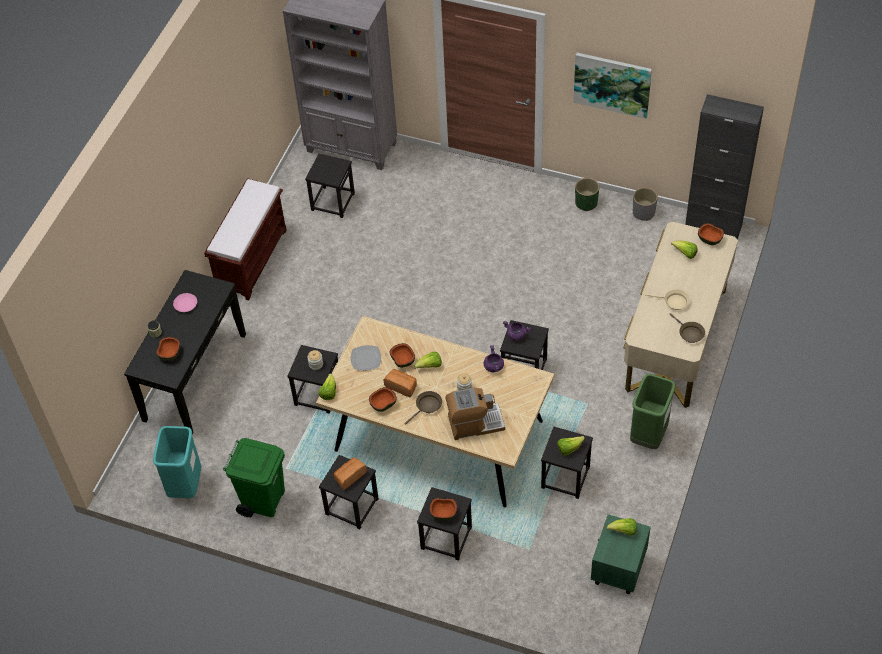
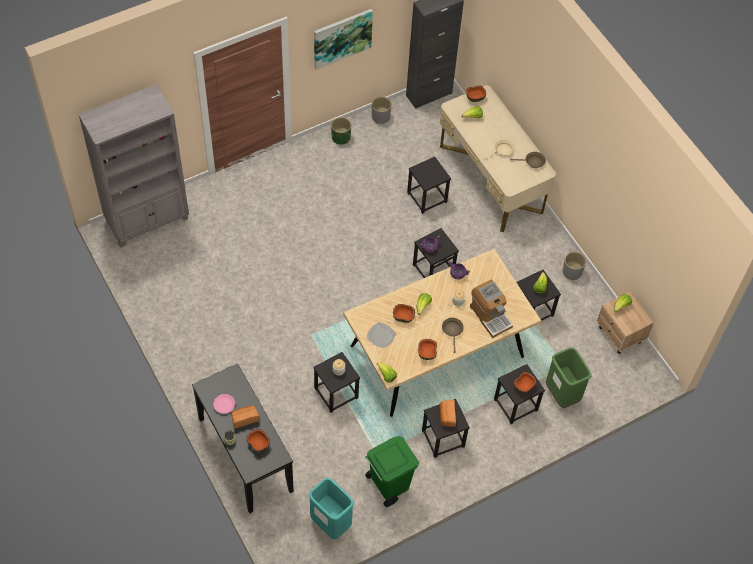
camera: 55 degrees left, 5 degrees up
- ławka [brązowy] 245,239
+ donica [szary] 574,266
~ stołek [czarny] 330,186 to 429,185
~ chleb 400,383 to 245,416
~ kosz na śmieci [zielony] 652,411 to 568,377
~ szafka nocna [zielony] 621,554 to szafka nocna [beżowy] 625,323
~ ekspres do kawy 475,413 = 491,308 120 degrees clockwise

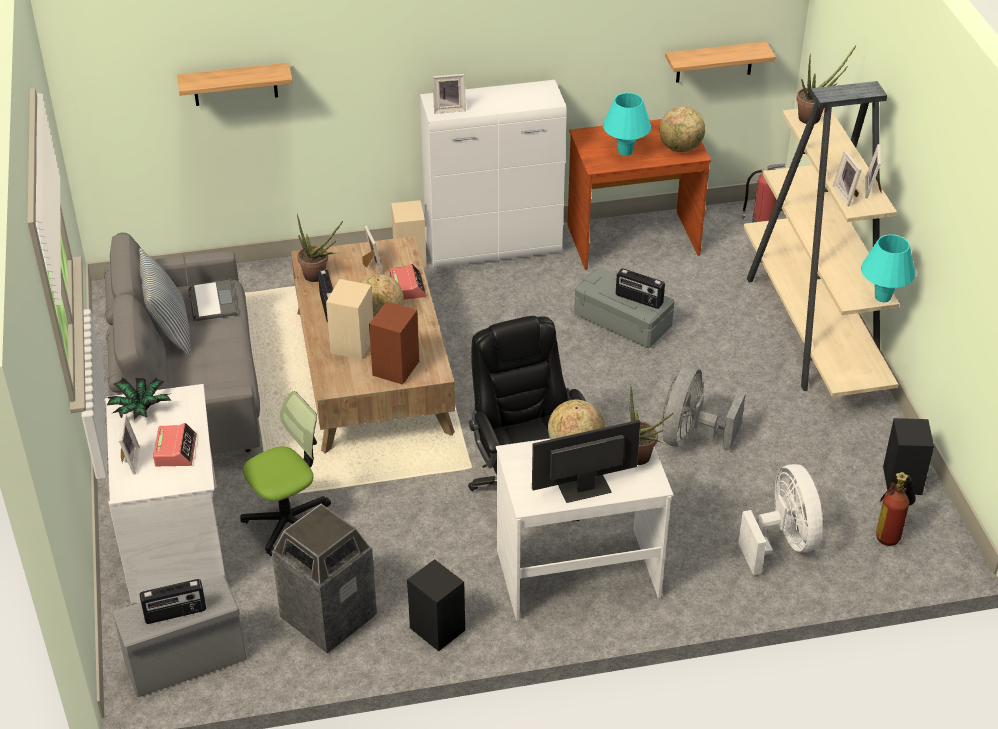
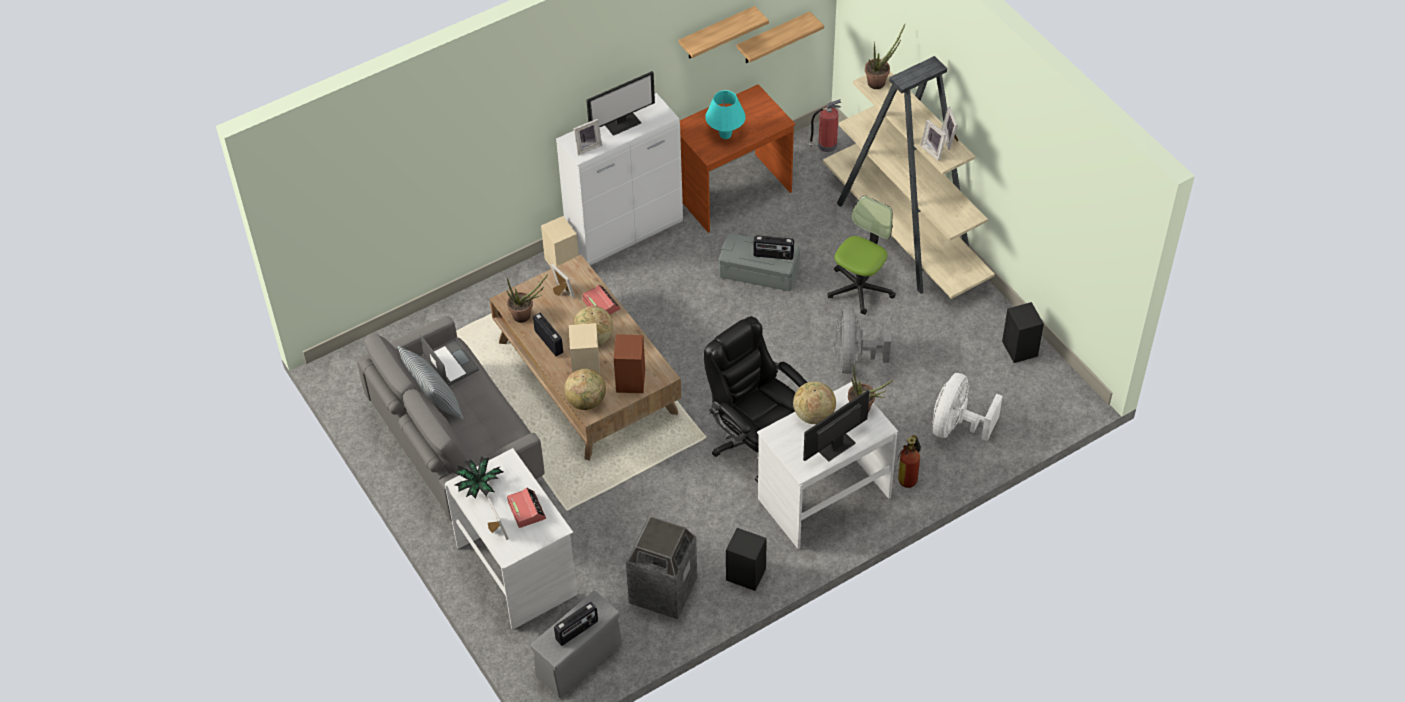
camera: 20 degrees left, 10 degrees up
- lampa stołowa [turkusowy] 888,268
+ monitor 621,103
~ półka 235,84 to 723,32
~ krzesło biurowe 285,473 to 861,255
~ globus 682,129 to 585,389
~ gaśnica 896,509 to 909,461
~ wentylator [biały] 780,519 = 968,407 120 degrees counterclockwise

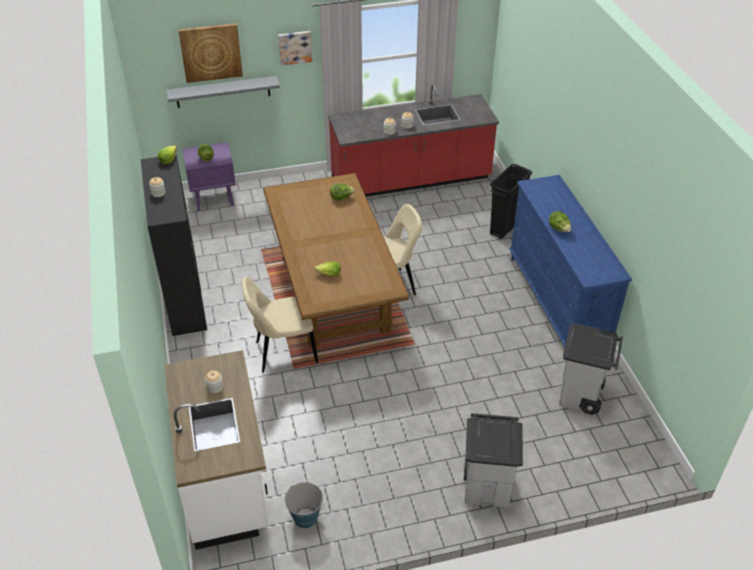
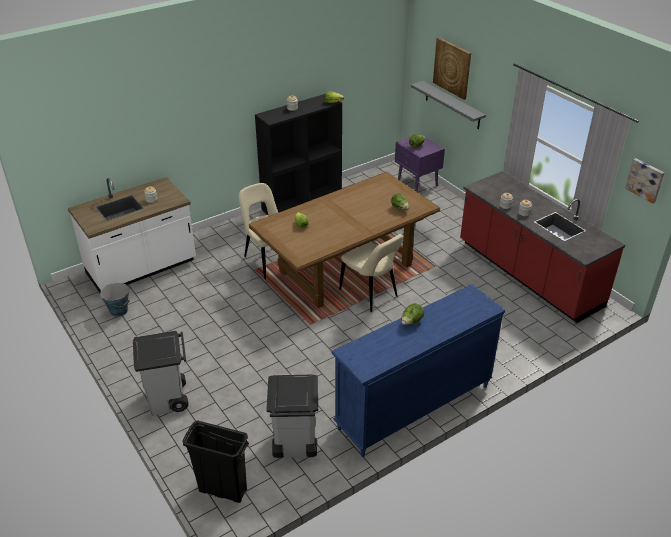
camera: 70 degrees right, 5 degrees down
~ obraz 295,48 to 644,180
~ kosz na śmieci [czarny] 511,201 to 215,461

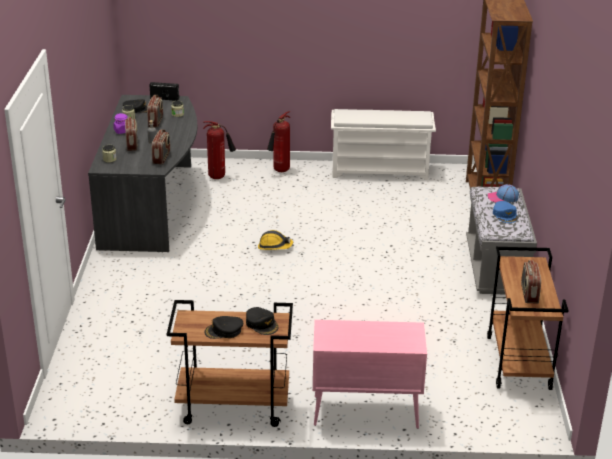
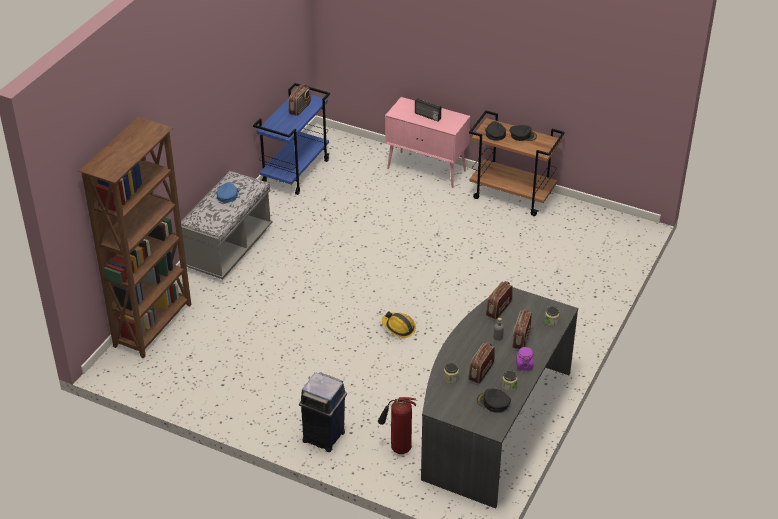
camera: 155 degrees left, 10 degrees up
- regał na buty [biały] 383,144
- czapka z daszkiem 503,193
~ radio 164,91 to 428,110
~ gaśnica 278,141 to kosz na śmieci [niebieski] 323,412
~ wózek [brązowy] 528,318 to wózek [niebieski] 291,139

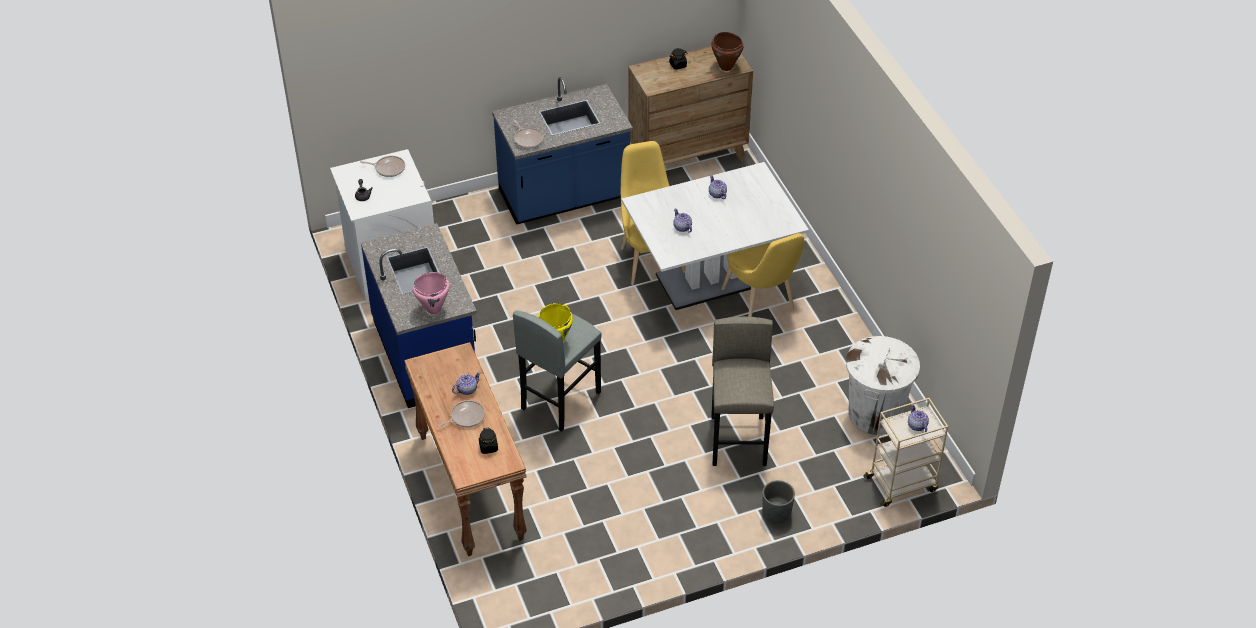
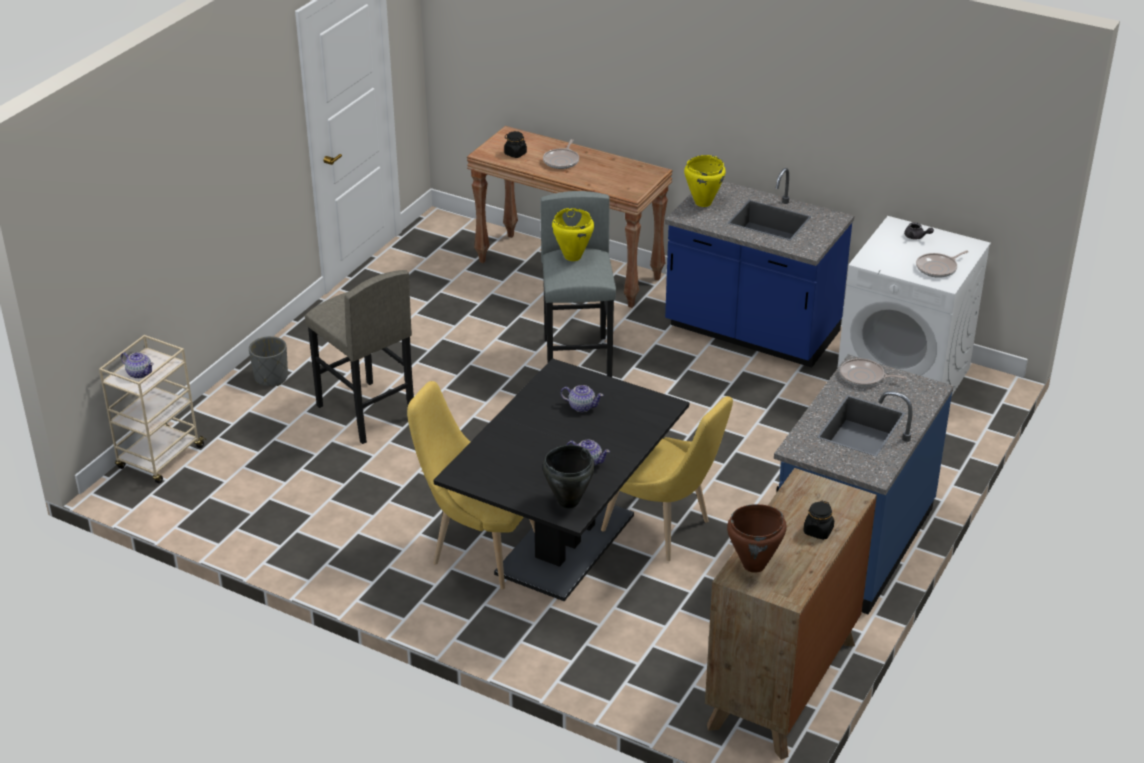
camera: 140 degrees right, 10 degrees down
- imbryk 466,383
- kosz na śmieci [biały] 883,385
+ garnek [czarny] 568,476
~ garnek [różowy] 431,293 to garnek [żółty] 705,181
~ stół jadalny [biały] 715,236 to stół jadalny [czarny] 561,479

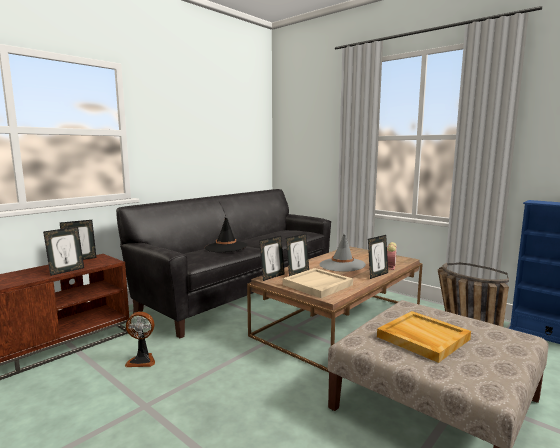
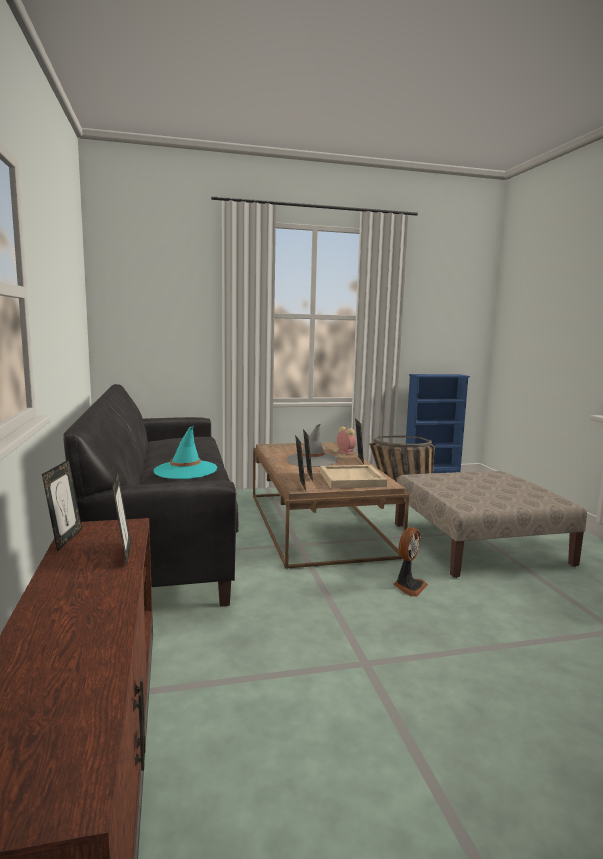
camera: 55 degrees left, 0 degrees up
- taca [beżowy] 424,337
~ wentylator 140,339 to 410,561
~ kapelusz [czarny] 226,235 to kapelusz [turkusowy] 185,452

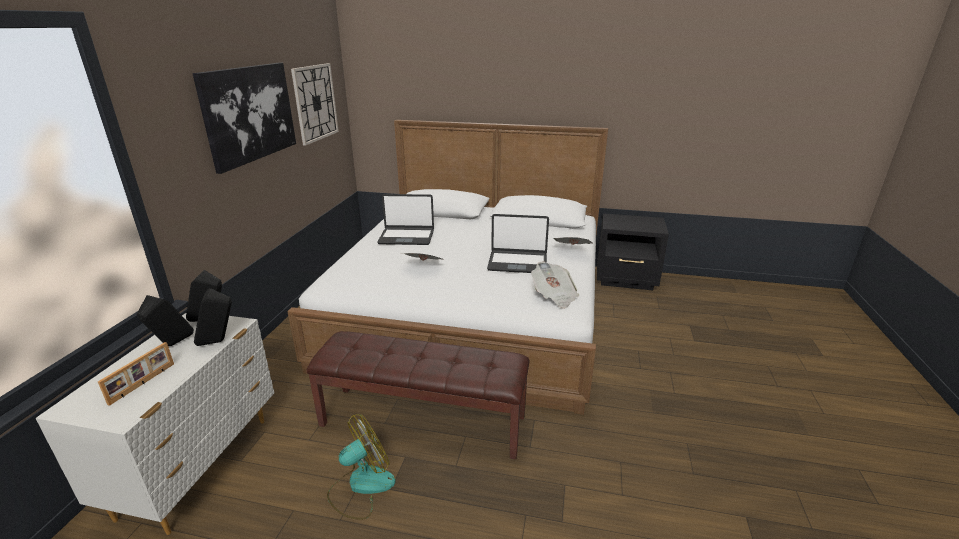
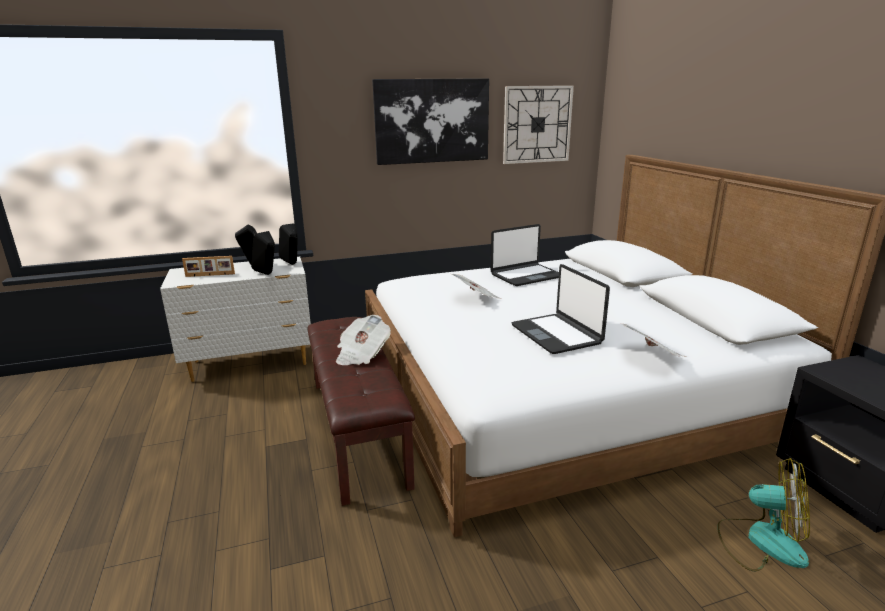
camera: 60 degrees right, 5 degrees down
~ wentylator 361,467 to 763,514
~ gazeta 555,285 to 363,340
~ laptop 405,219 = 525,255 90 degrees counterclockwise

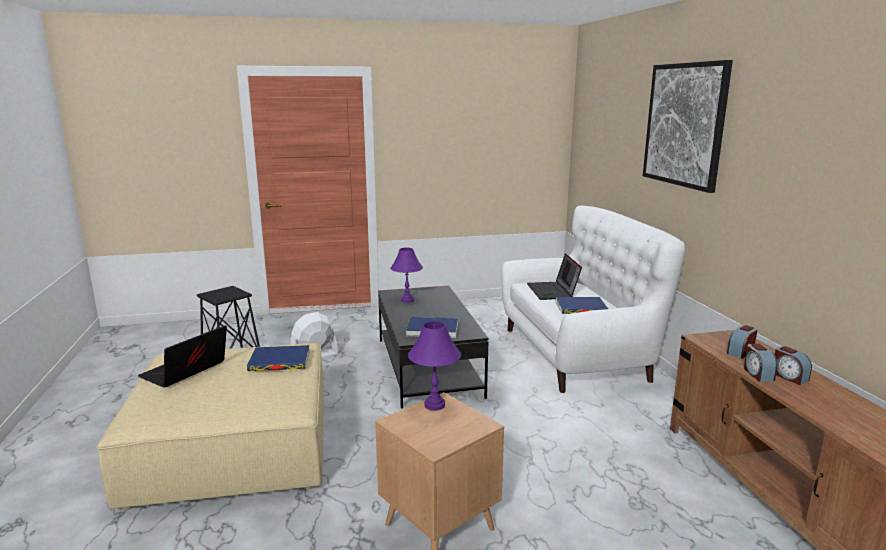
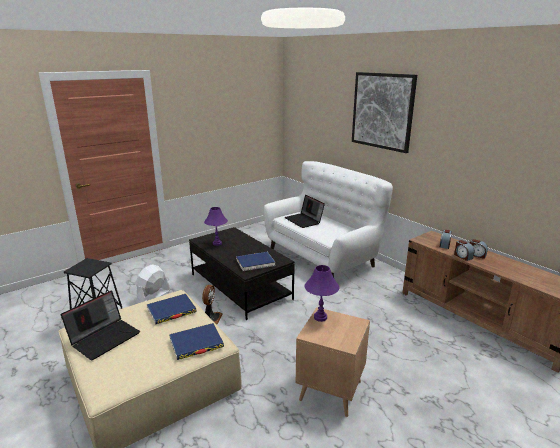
camera: 25 degrees left, 5 degrees up
+ wentylator 212,305
~ książka [niebieski] 582,305 to 196,341
~ laptop 182,356 = 100,325 150 degrees counterclockwise

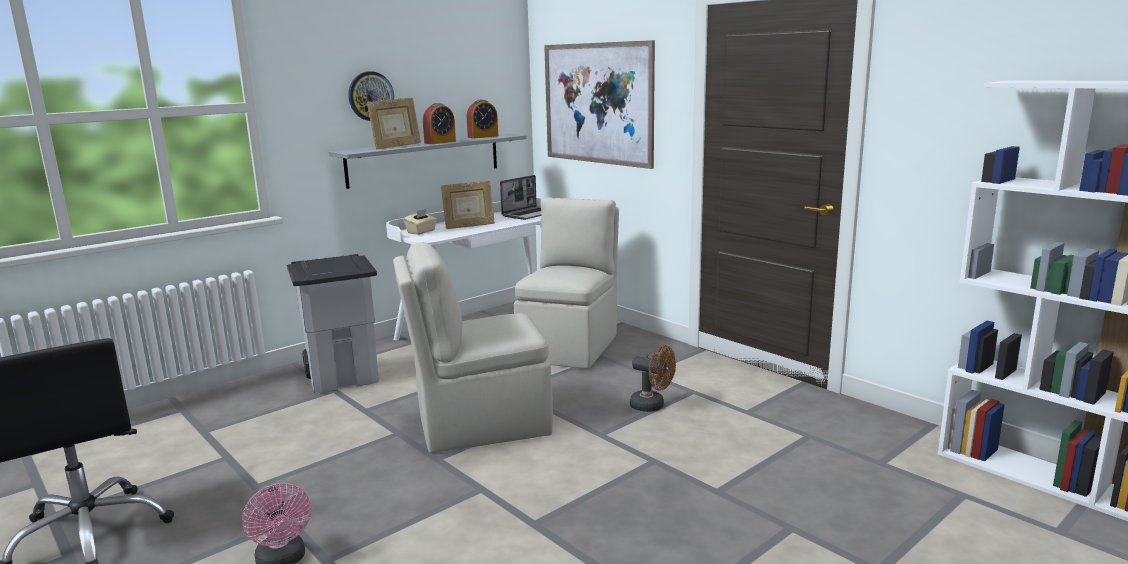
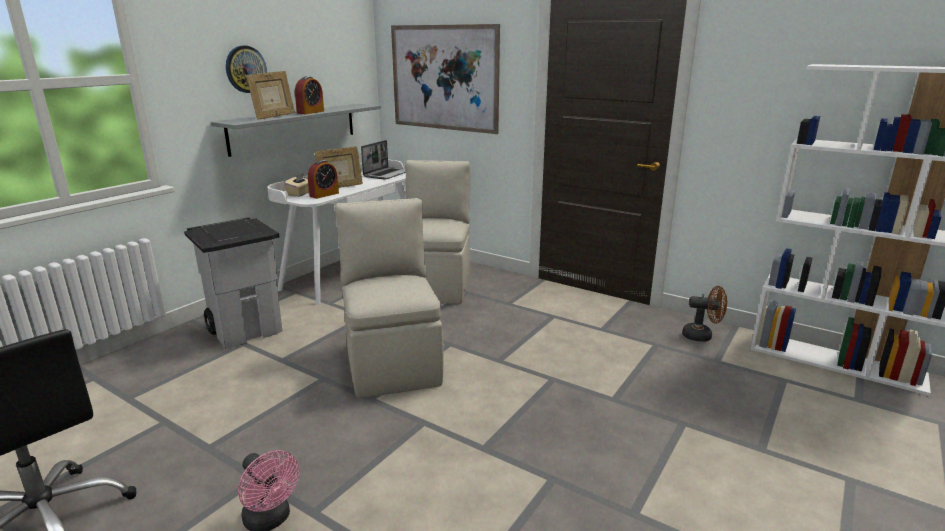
camera: 15 degrees left, 5 degrees up
~ budzik 482,119 to 323,179
~ wentylator [brązowy] 653,378 to 704,314
~ krzesło [beżowy] 473,347 = 389,298 105 degrees clockwise

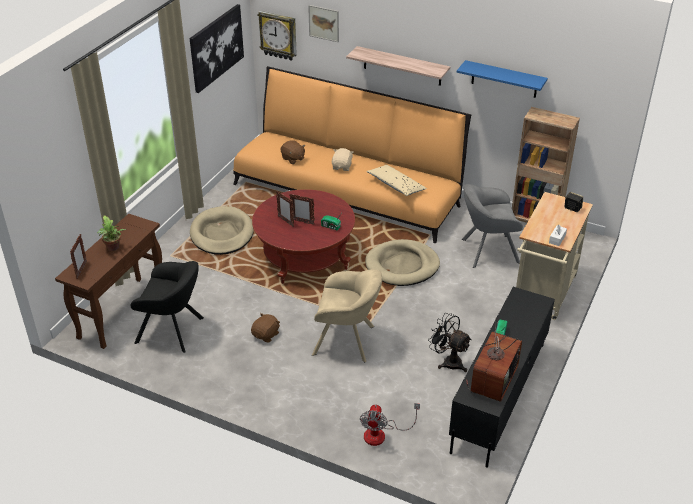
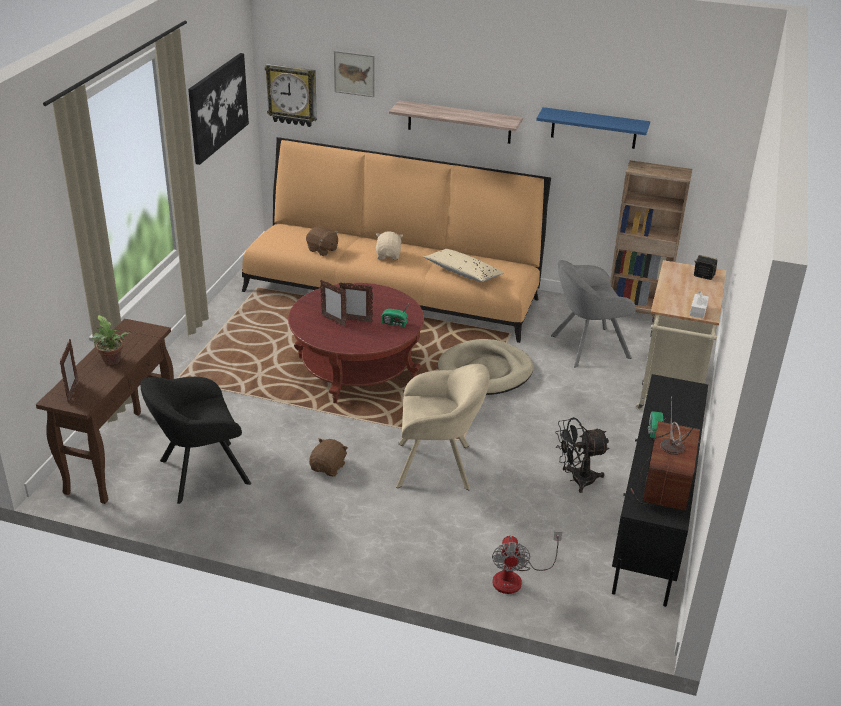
camera: 10 degrees left, 5 degrees down
- legowisko [beżowy] 222,230
~ fotel [czarny] 167,307 = 195,440 150 degrees clockwise
~ wentylator [czarny] 450,342 = 582,455 45 degrees counterclockwise

